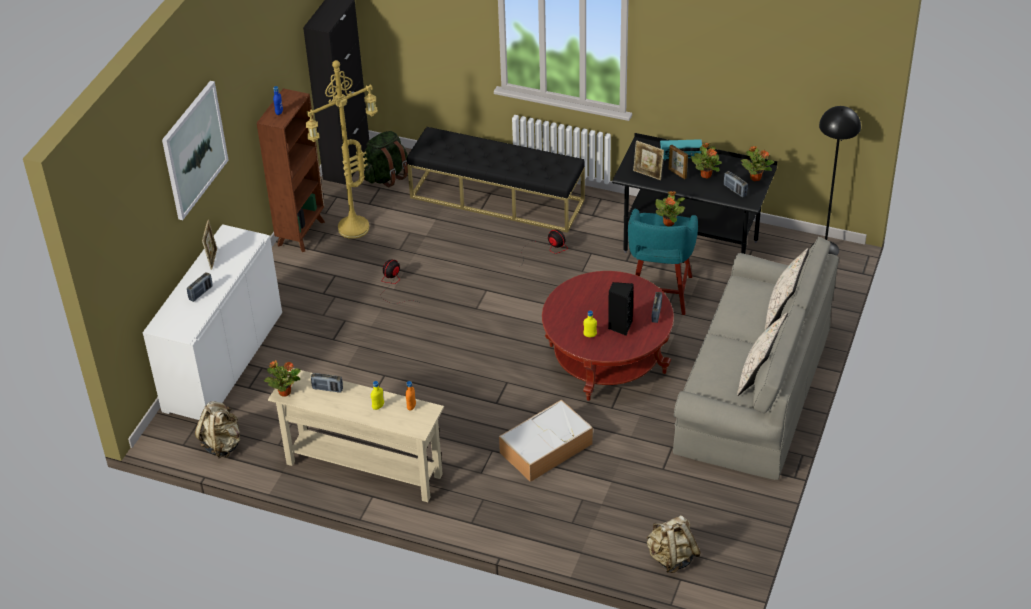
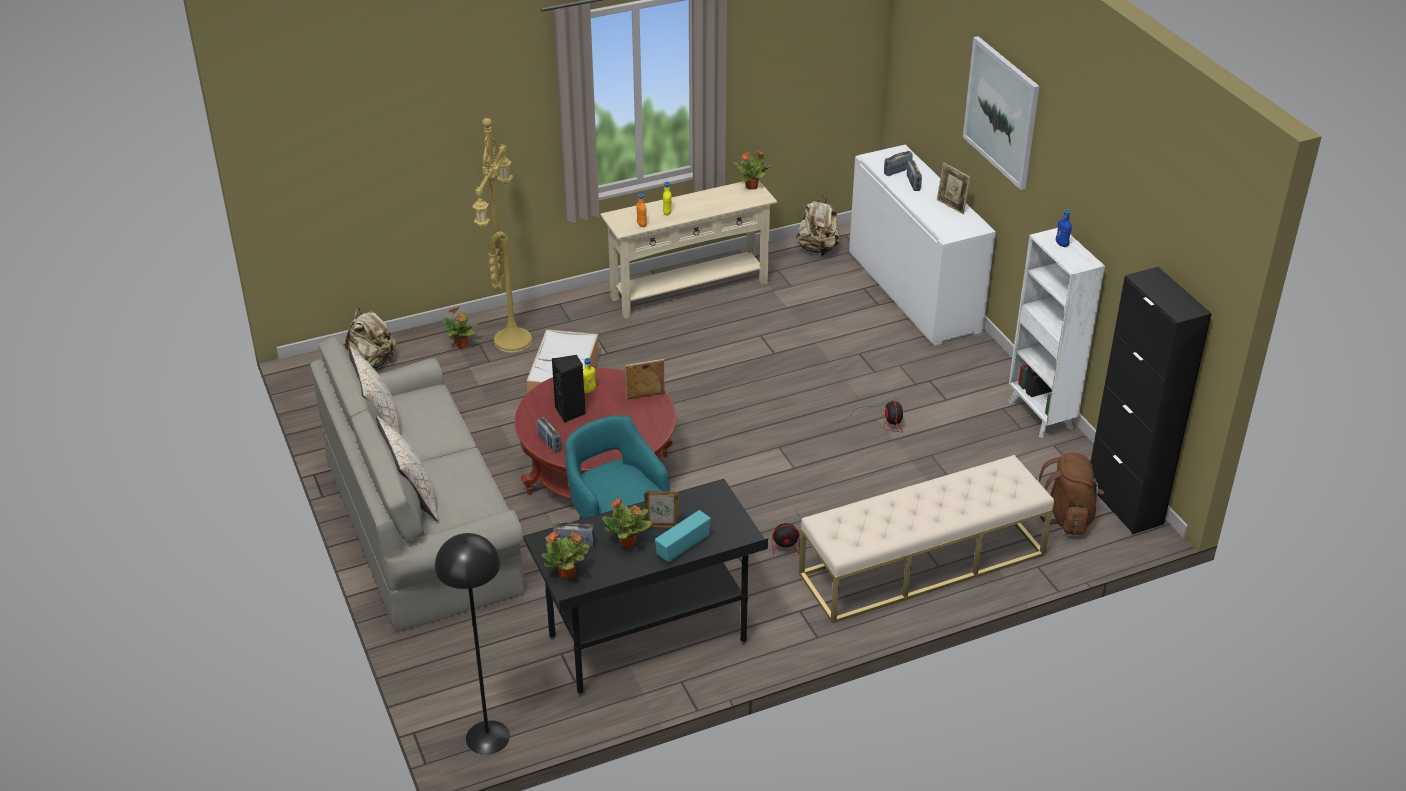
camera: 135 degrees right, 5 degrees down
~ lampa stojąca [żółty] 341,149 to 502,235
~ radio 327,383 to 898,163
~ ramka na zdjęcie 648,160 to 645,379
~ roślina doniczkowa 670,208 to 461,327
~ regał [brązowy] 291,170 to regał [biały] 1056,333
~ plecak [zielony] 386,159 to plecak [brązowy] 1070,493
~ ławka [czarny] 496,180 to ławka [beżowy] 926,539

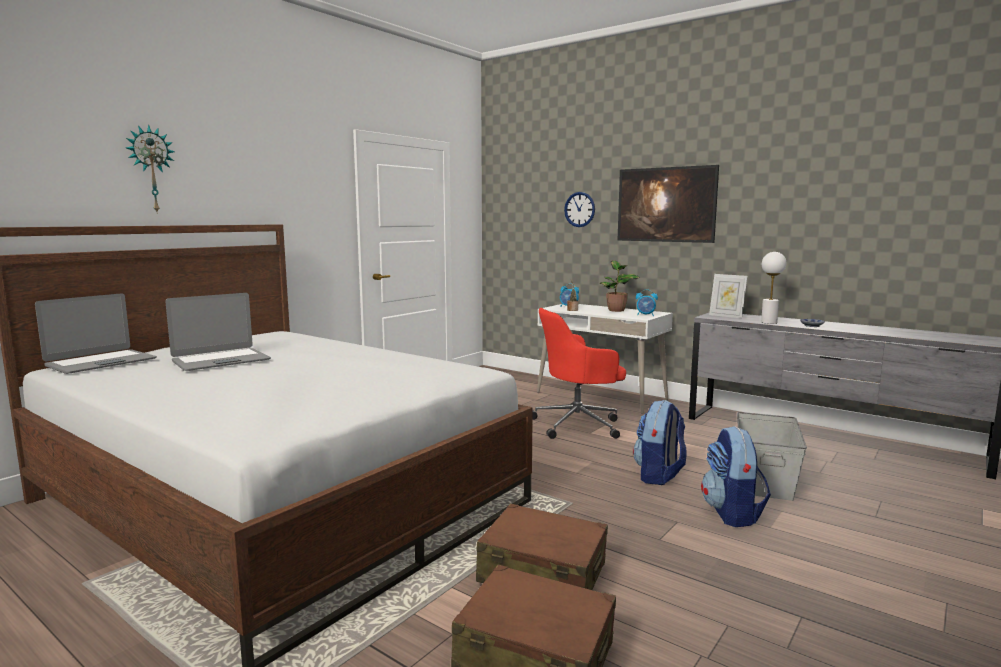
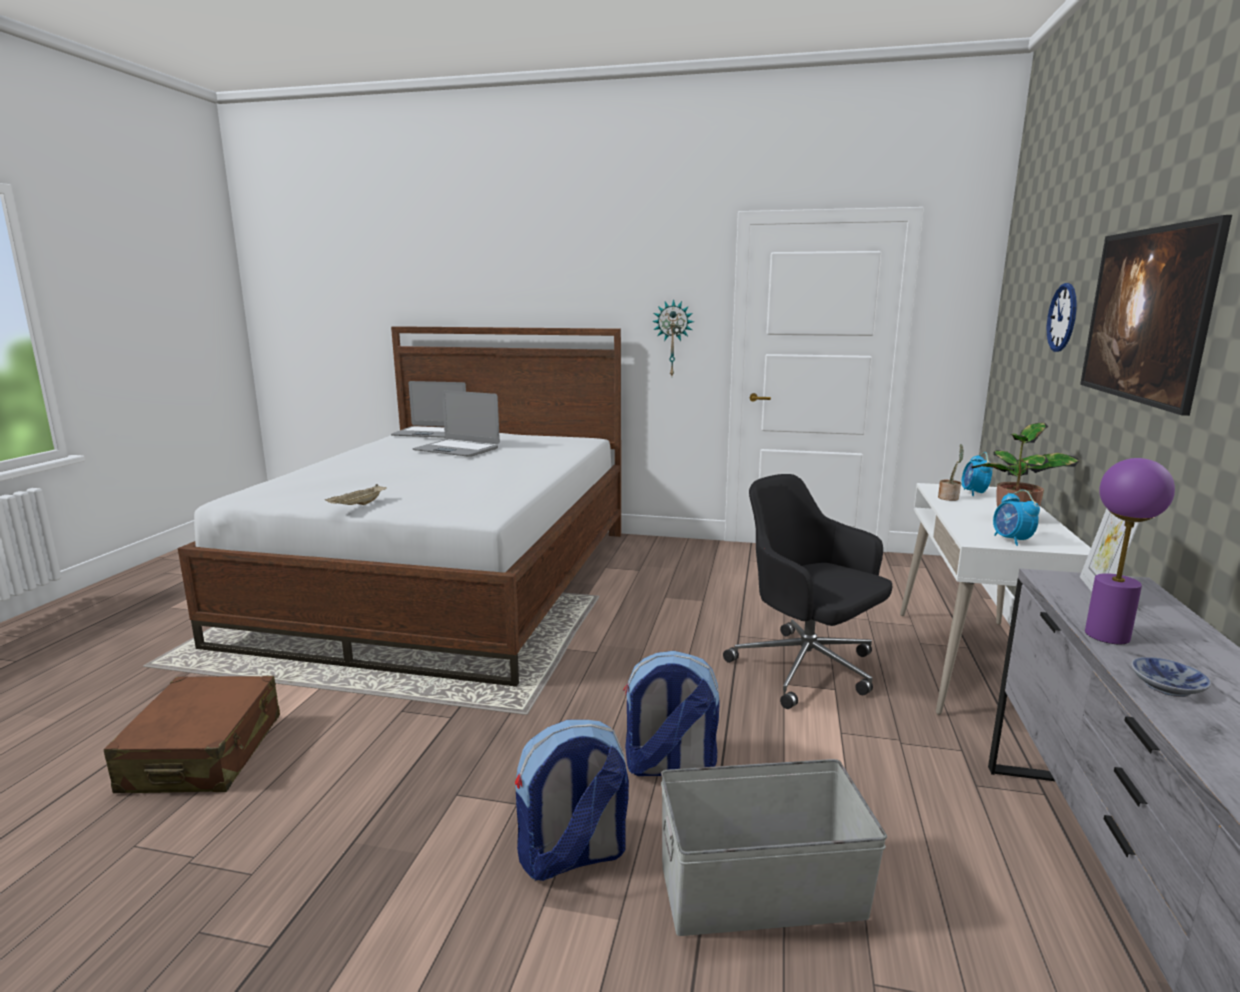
camera: 65 degrees right, 5 degrees up
- walizka [brązowy] 542,547
+ taca [beżowy] 356,494
~ zegar ścienny 150,168 to 673,337
~ krzesło biurowe [czerwony] 579,373 to krzesło biurowe [czarny] 807,591
~ lampa stołowa [biały] 773,288 to lampa stołowa [fioletowy] 1130,551

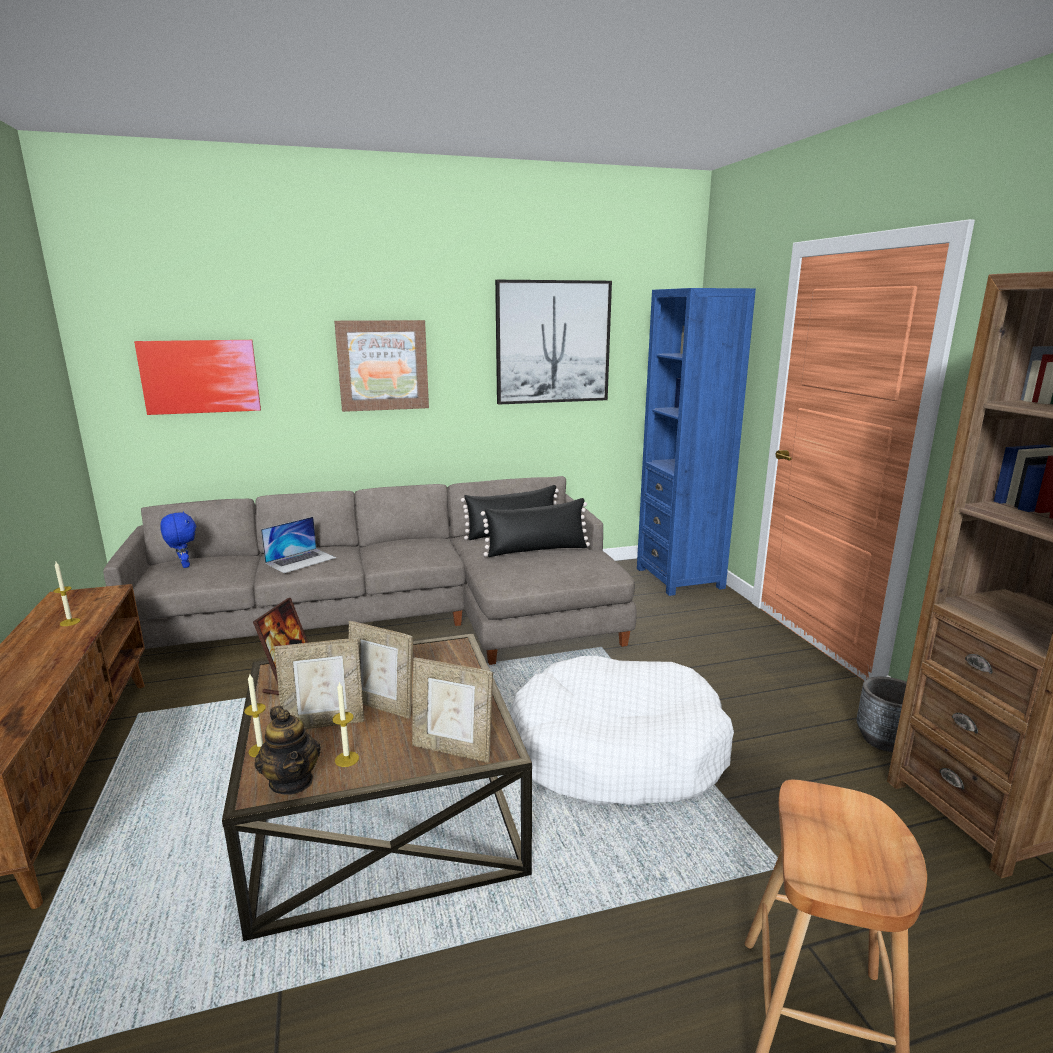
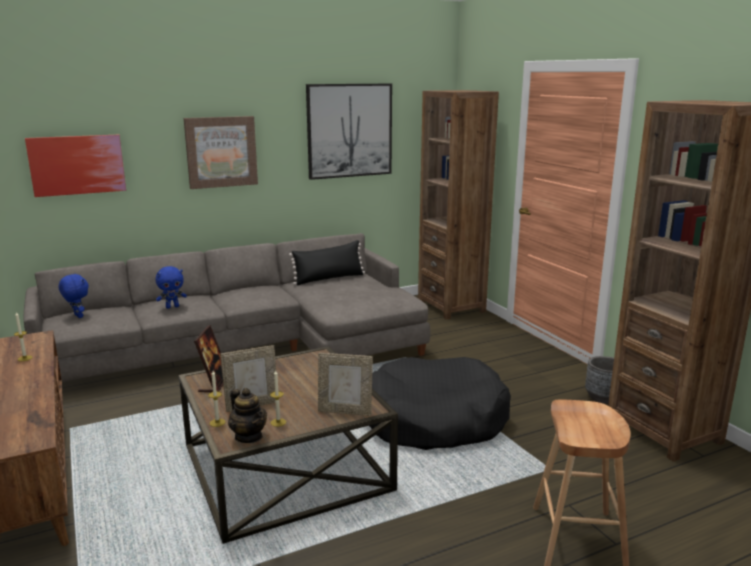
camera: 10 degrees left, 0 degrees up
- ramka na zdjęcie 380,670
- poduszka [czarny] 535,527
~ laptop 298,545 to pluszak [niebieski] 171,287
~ legowisko [biały] 622,730 to legowisko [czarny] 440,403
~ regał [niebieski] 696,442 to regał [brązowy] 458,205

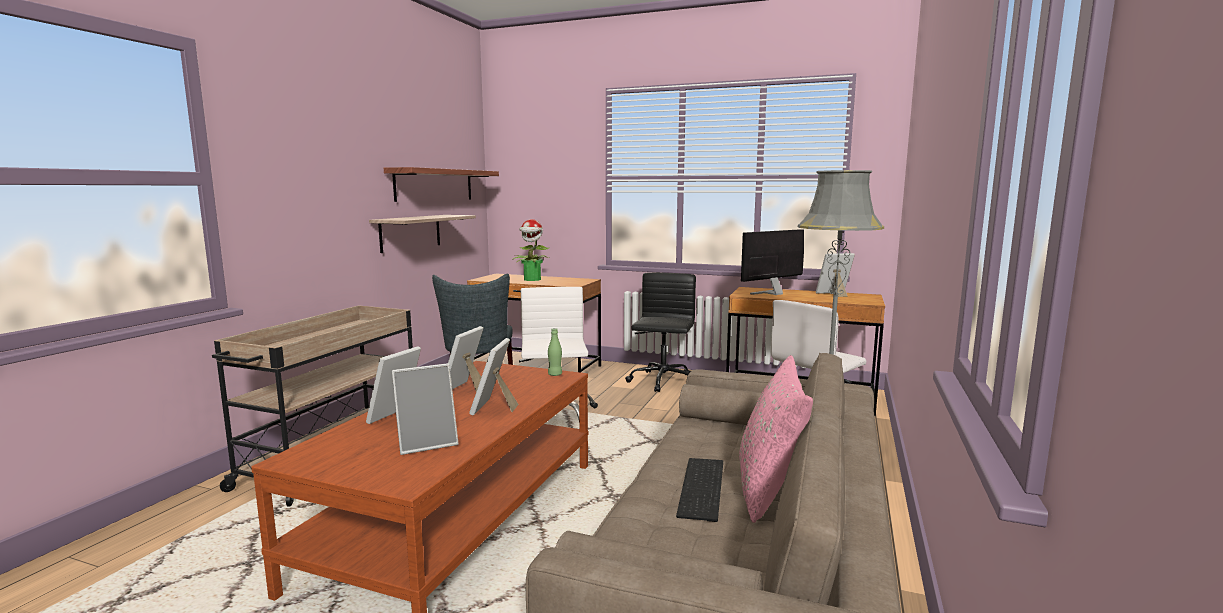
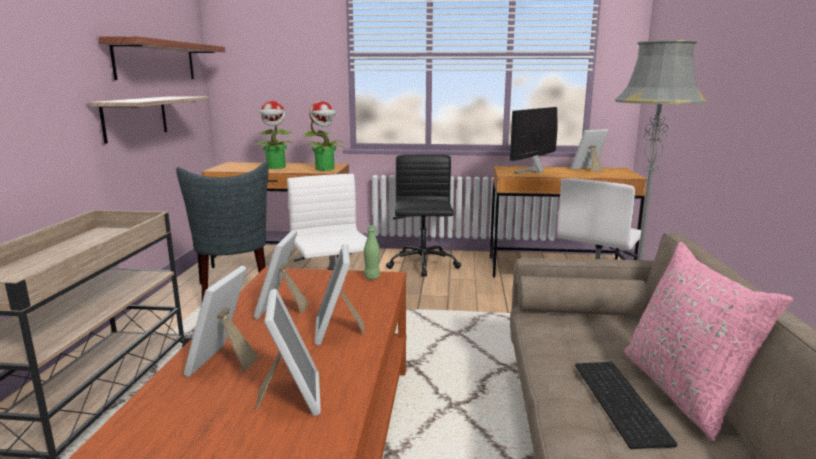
camera: 15 degrees left, 5 degrees up
+ roślina doniczkowa 323,136
~ ramka na zdjęcie 425,409 = 288,352 60 degrees counterclockwise

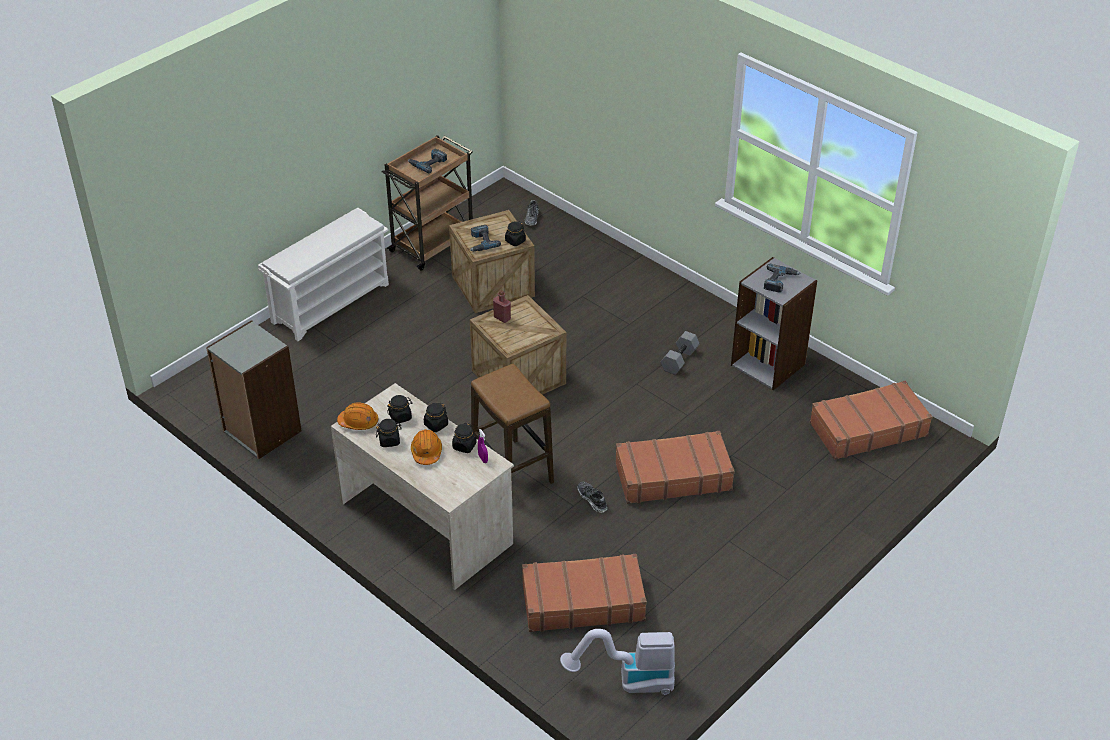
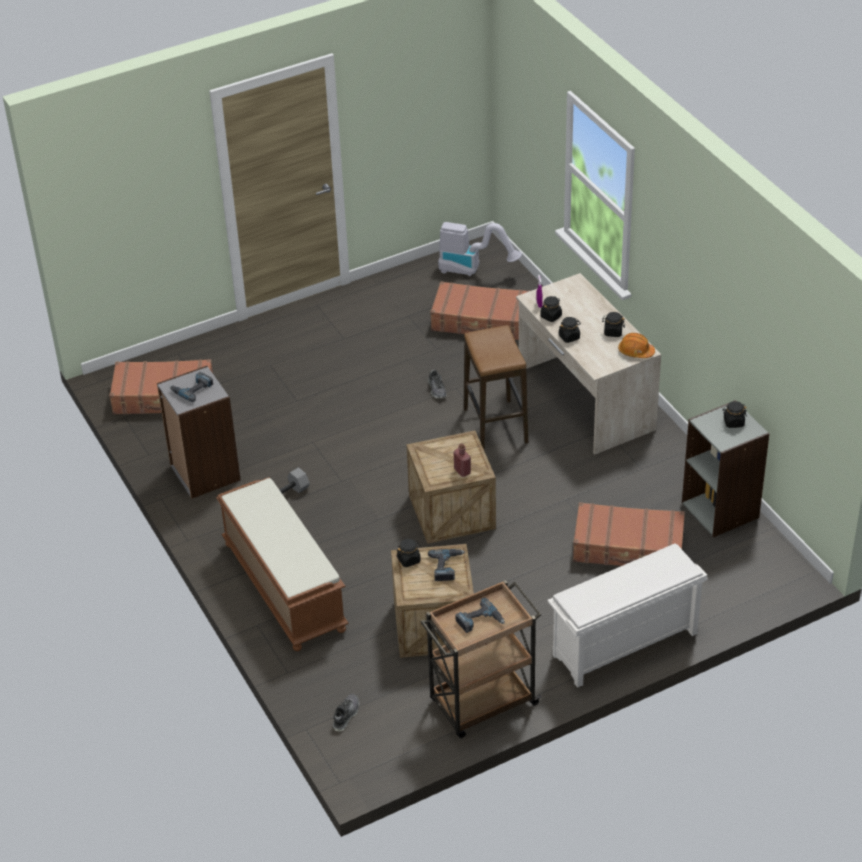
camera: 160 degrees left, 0 degrees up
- kask [pomarańczowy] 426,447
+ ławka [brązowy] 282,564
~ słoik [czarny] 399,409 to 734,414
~ walizka [brązowy] 675,467 to 629,534

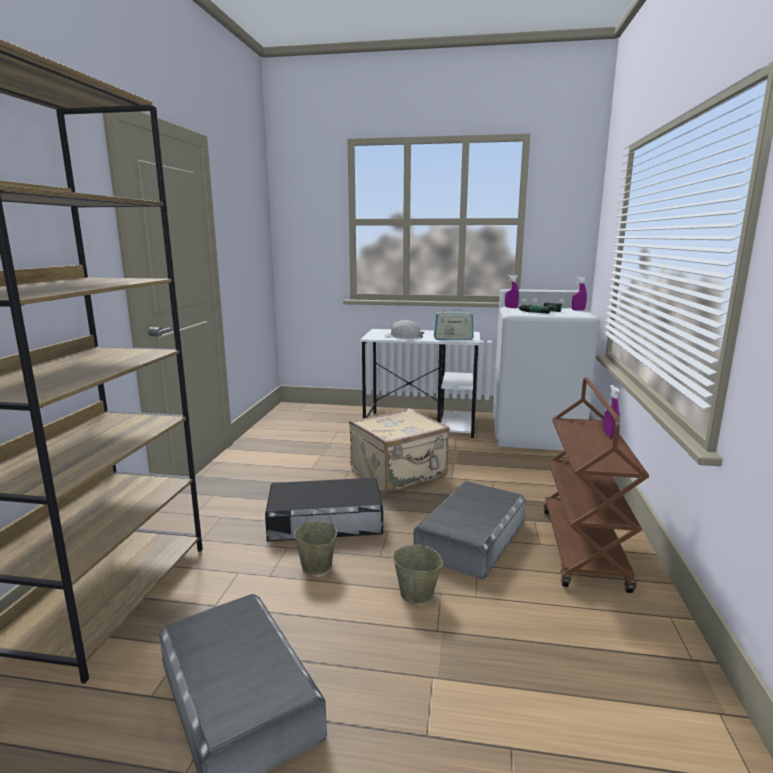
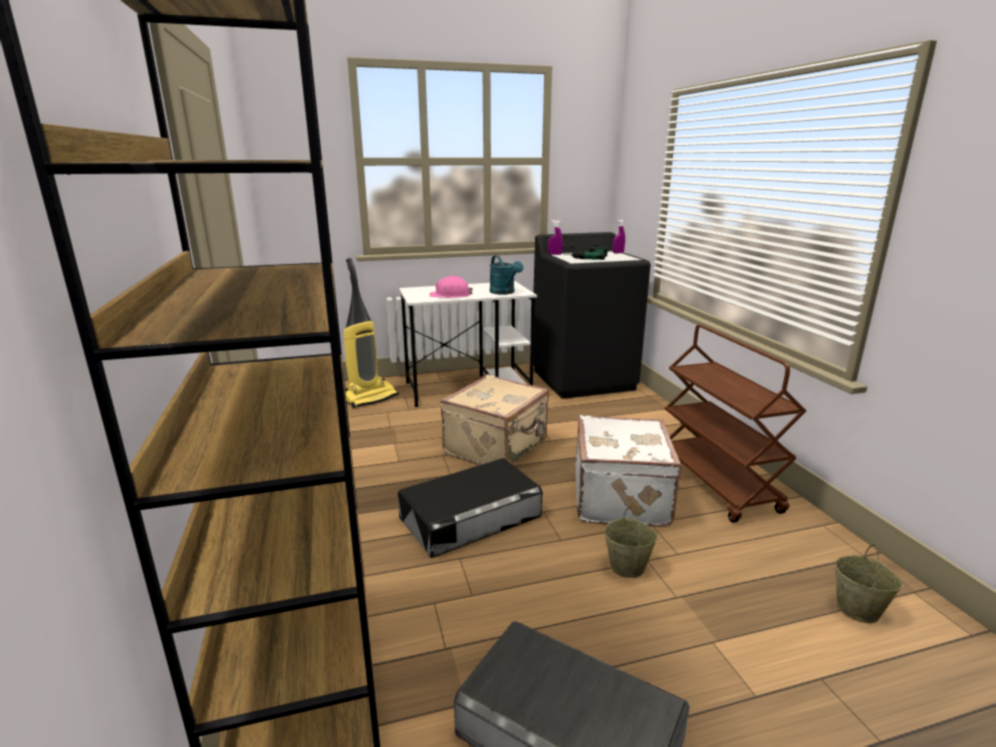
camera: 25 degrees left, 5 degrees up
- spryskiwacz [fioletowy] 611,411
+ odkurzacz 371,333
~ wiadro [beżowy] 315,542 to 869,584
~ pojemnik do przechowywania [szary] 469,530 to walizka [biały] 628,471
~ radio 454,323 to konewka [turkusowy] 506,275
~ kask [biały] 405,329 to kask [różowy] 451,287
~ pralka [biały] 546,370 to pralka [czarny] 592,315

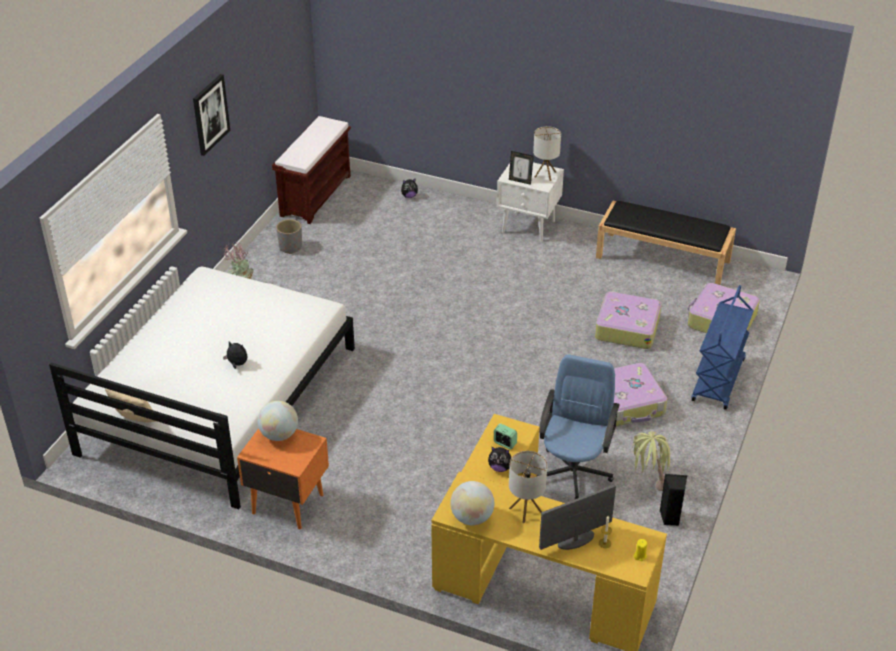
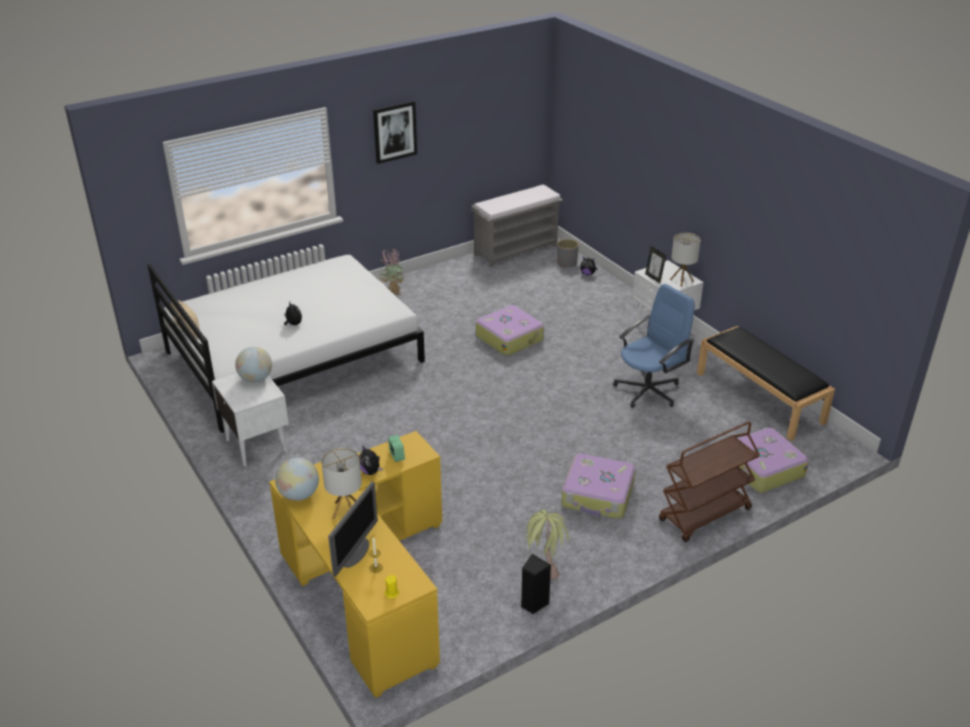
camera: 35 degrees right, 5 degrees down
~ donica [szary] 289,236 to 568,253
~ krzesło biurowe [niebieski] 578,426 to 654,346
~ walizka 628,320 to 510,330
~ szafka nocna [pomarańczowy] 283,478 to szafka nocna [biały] 250,419
~ ławka [brązowy] 311,170 to ławka [szary] 517,225
~ wózek [niebieski] 723,347 to wózek [brązowy] 709,481
~ monitor 577,517 = 353,529 105 degrees clockwise

